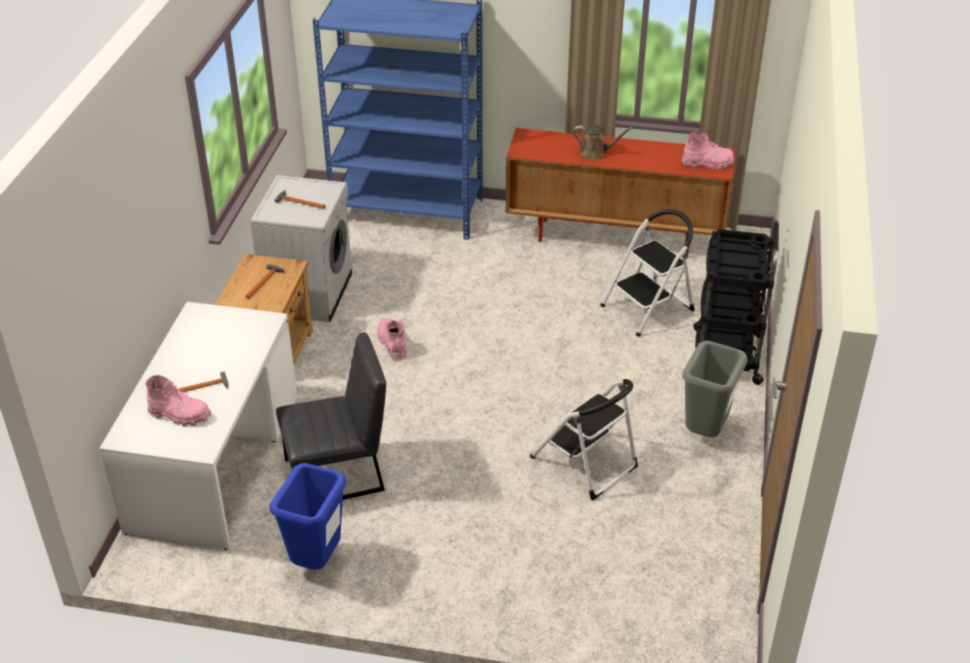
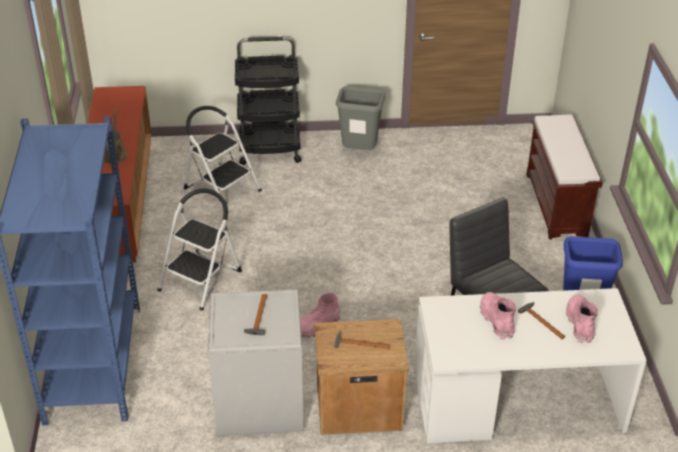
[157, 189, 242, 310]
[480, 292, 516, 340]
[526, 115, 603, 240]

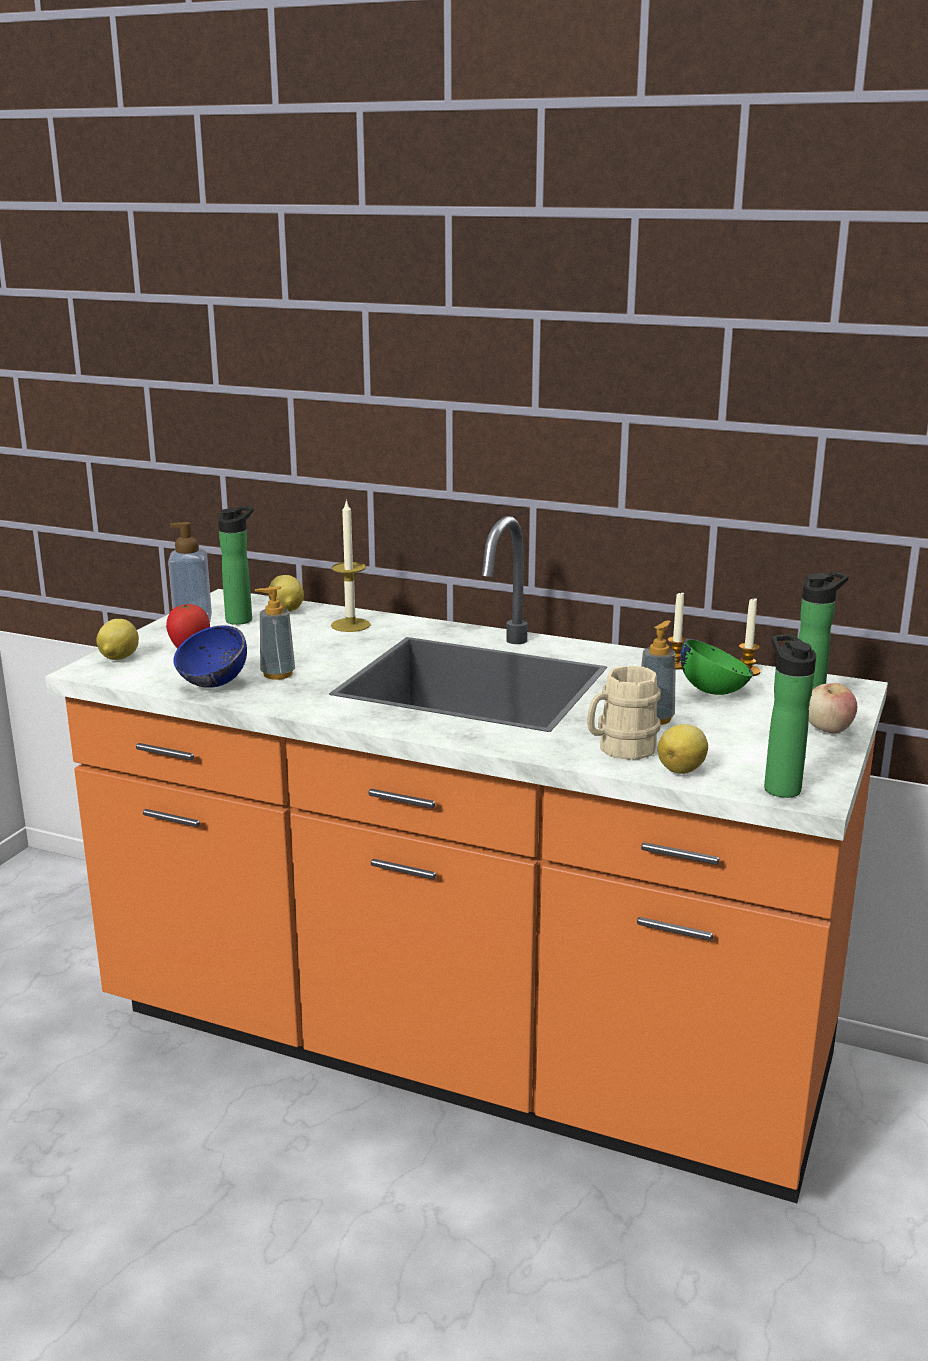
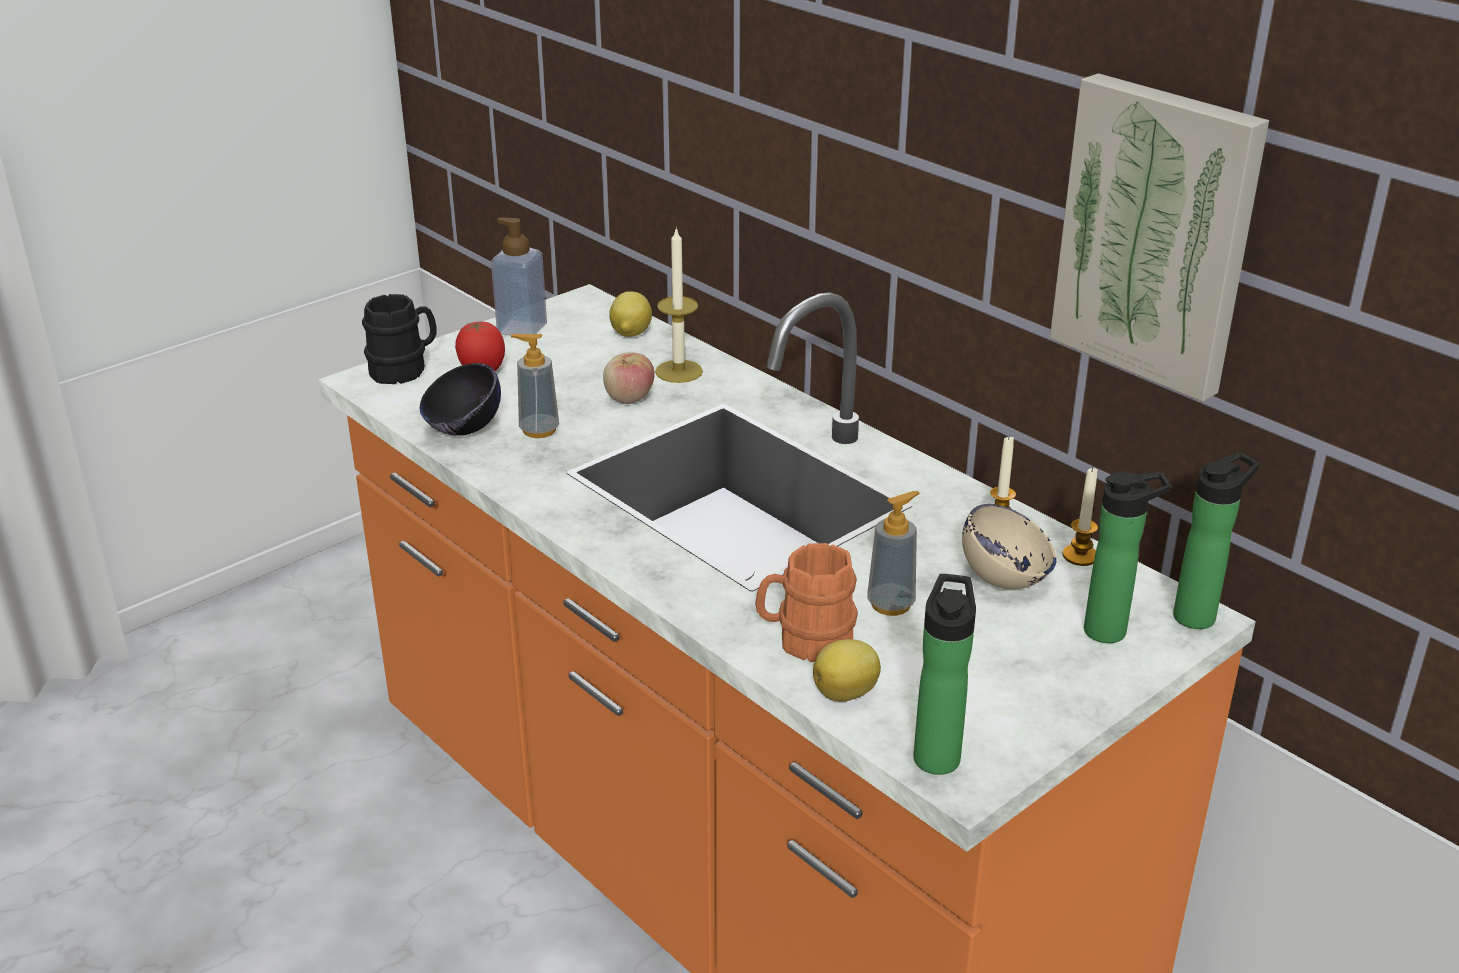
[362, 294, 437, 384]
[420, 363, 501, 435]
[1173, 452, 1260, 629]
[755, 543, 858, 662]
[962, 504, 1057, 589]
[603, 352, 655, 404]
[1050, 73, 1269, 402]

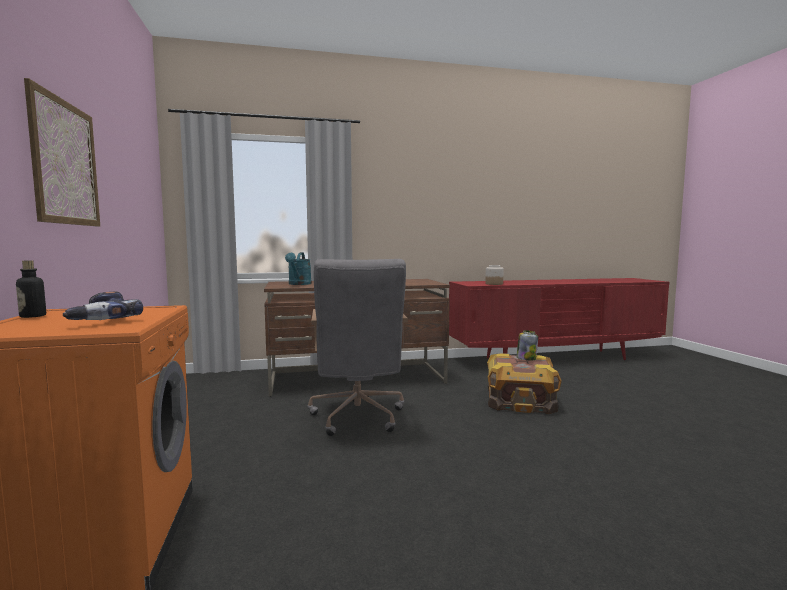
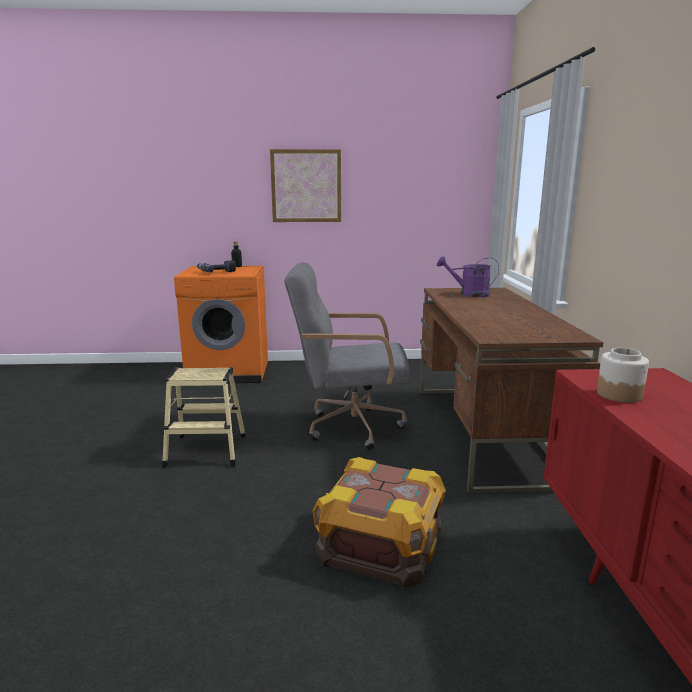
[437, 256, 499, 297]
[516, 330, 538, 361] (first image)
[162, 367, 246, 468]

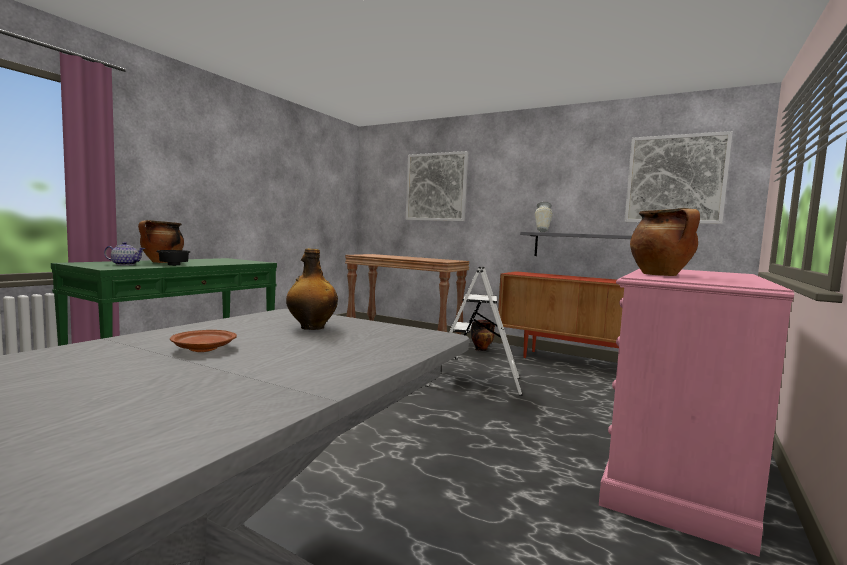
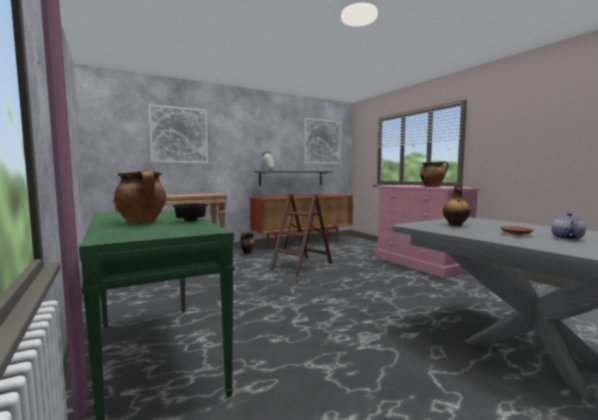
[551, 213, 586, 240]
[270, 194, 332, 276]

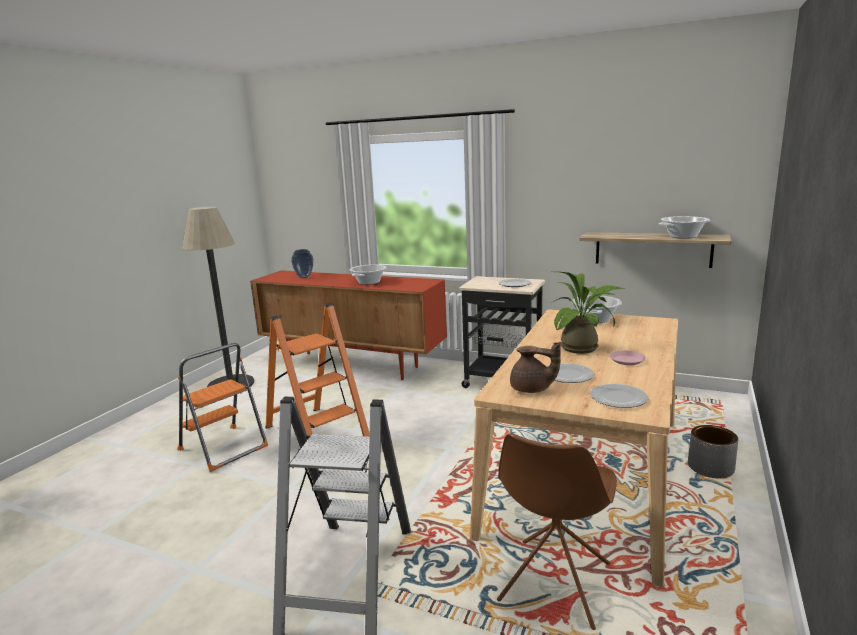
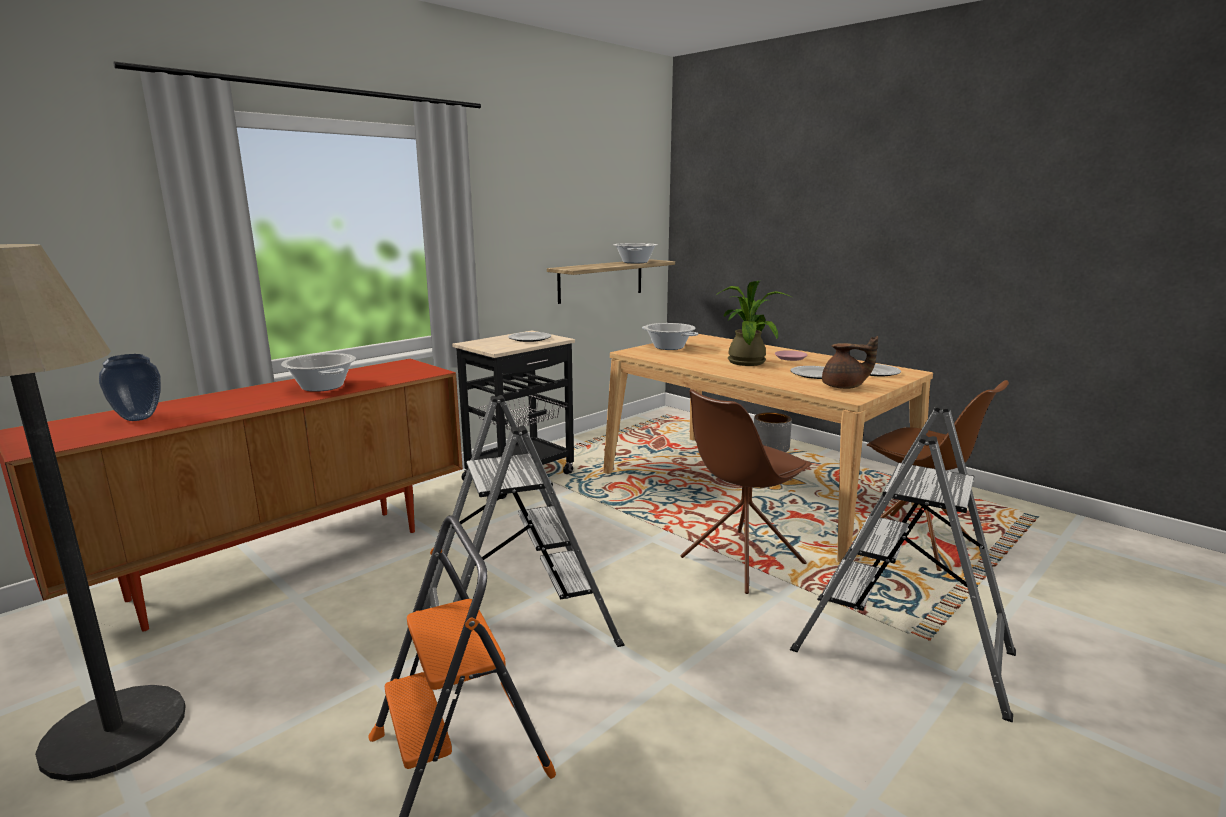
[422, 395, 625, 647]
[822, 336, 878, 389]
[680, 389, 812, 594]

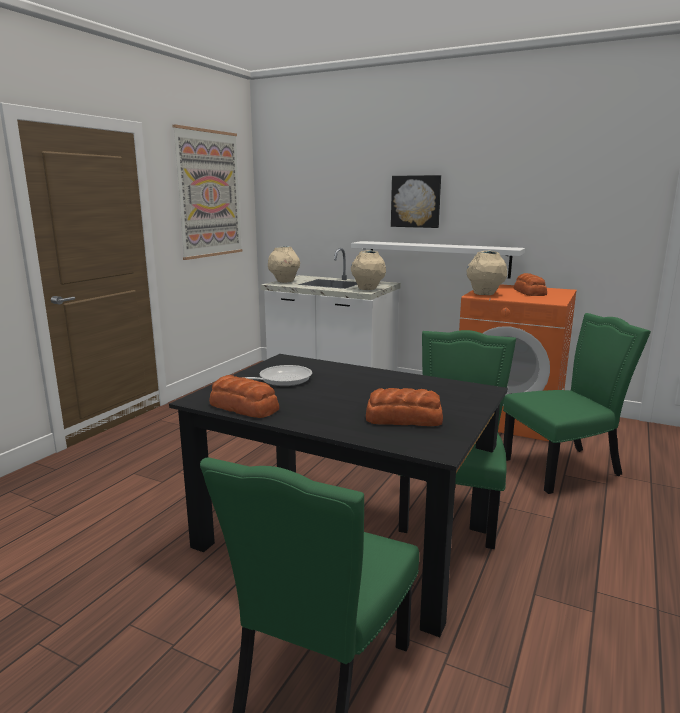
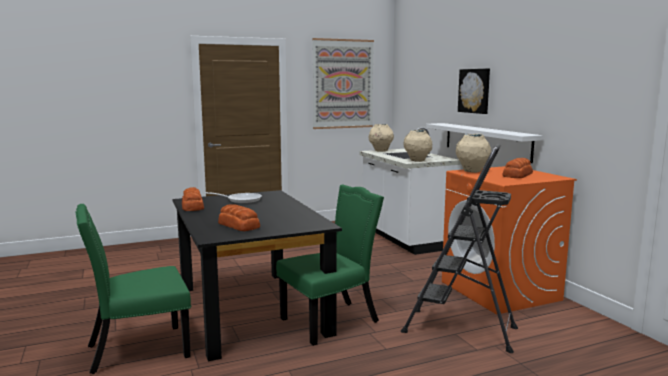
[400, 144, 518, 353]

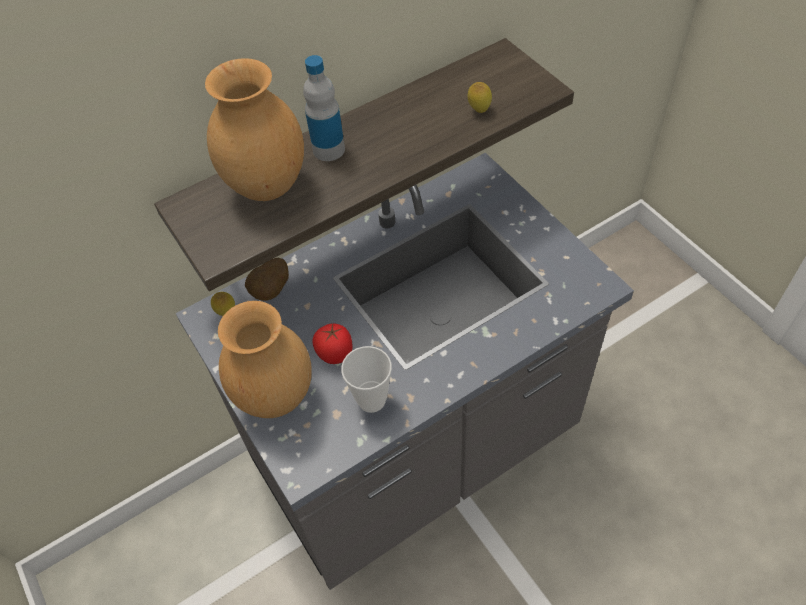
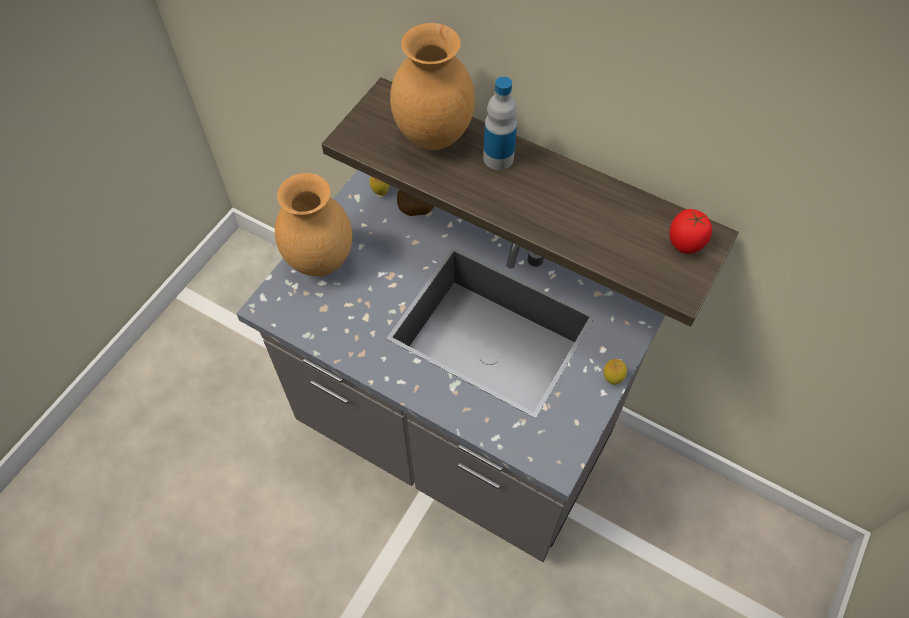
[669, 209, 712, 254]
[341, 346, 392, 413] (first image)
[603, 359, 627, 385]

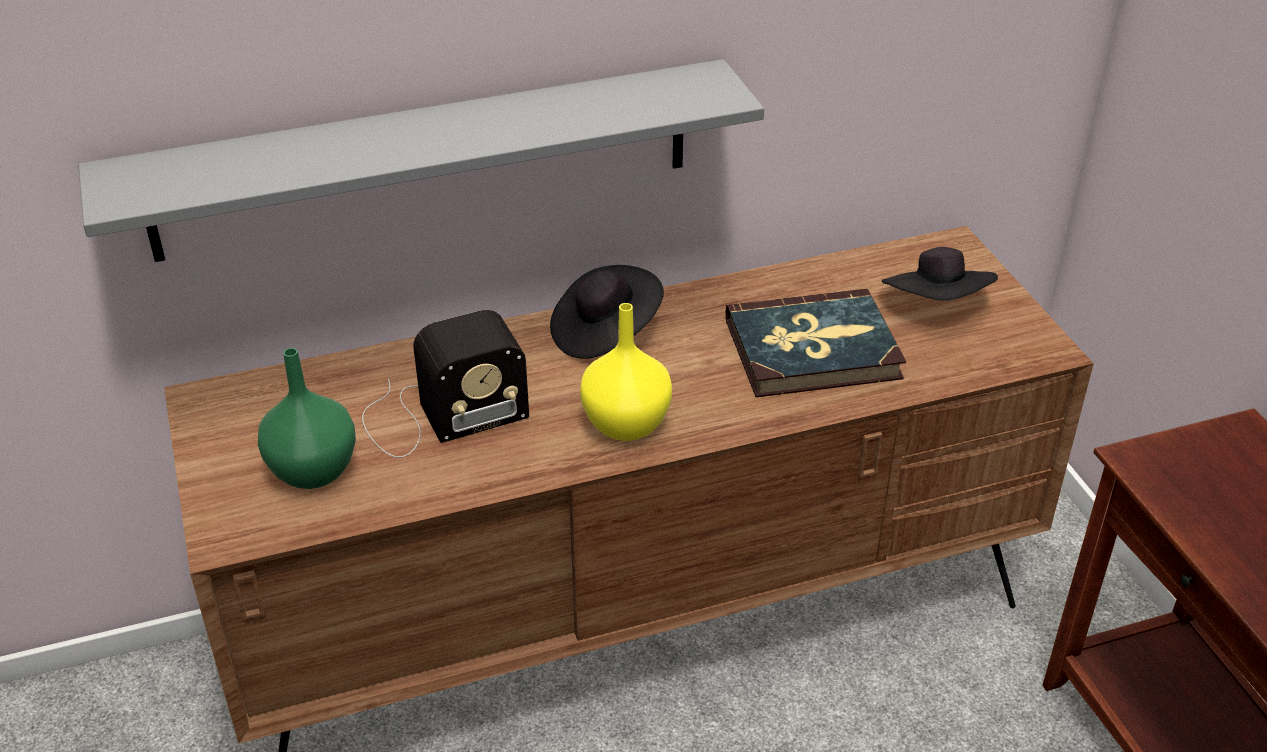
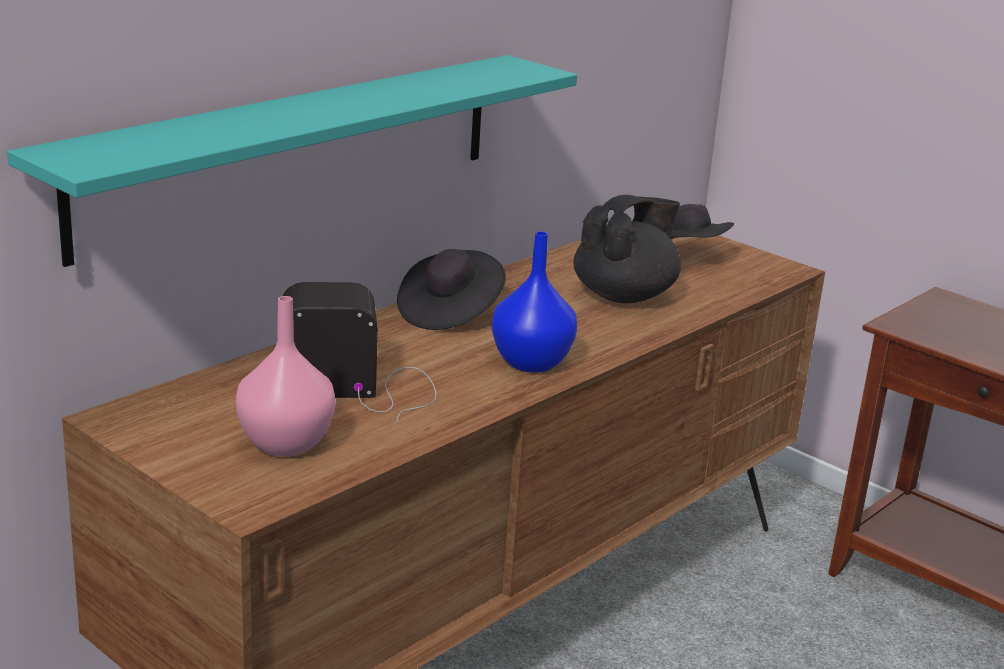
[7, 55, 577, 267]
[236, 296, 335, 457]
[283, 282, 437, 423]
[492, 232, 577, 373]
[573, 195, 681, 303]

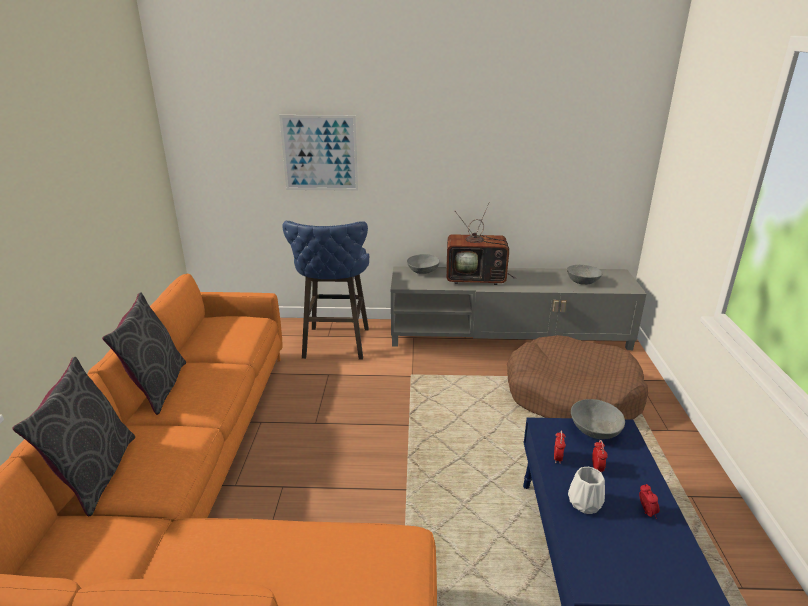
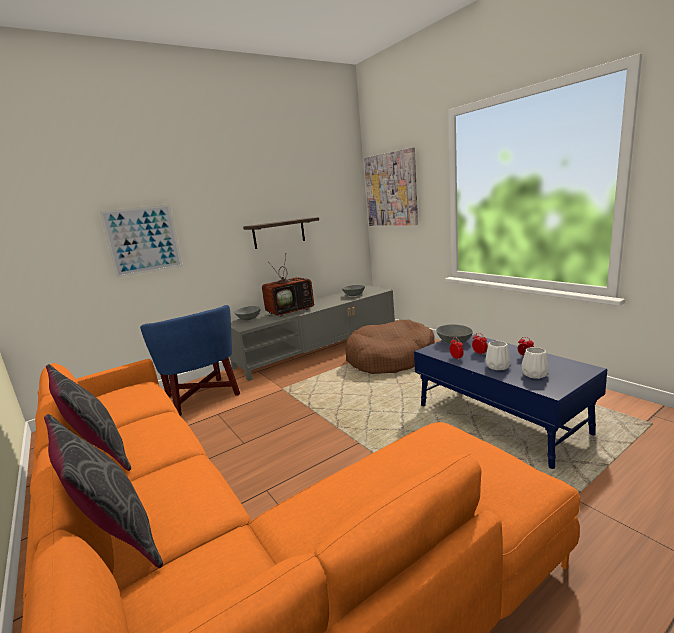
[140, 305, 240, 416]
[243, 217, 319, 249]
[364, 147, 418, 226]
[522, 347, 549, 379]

